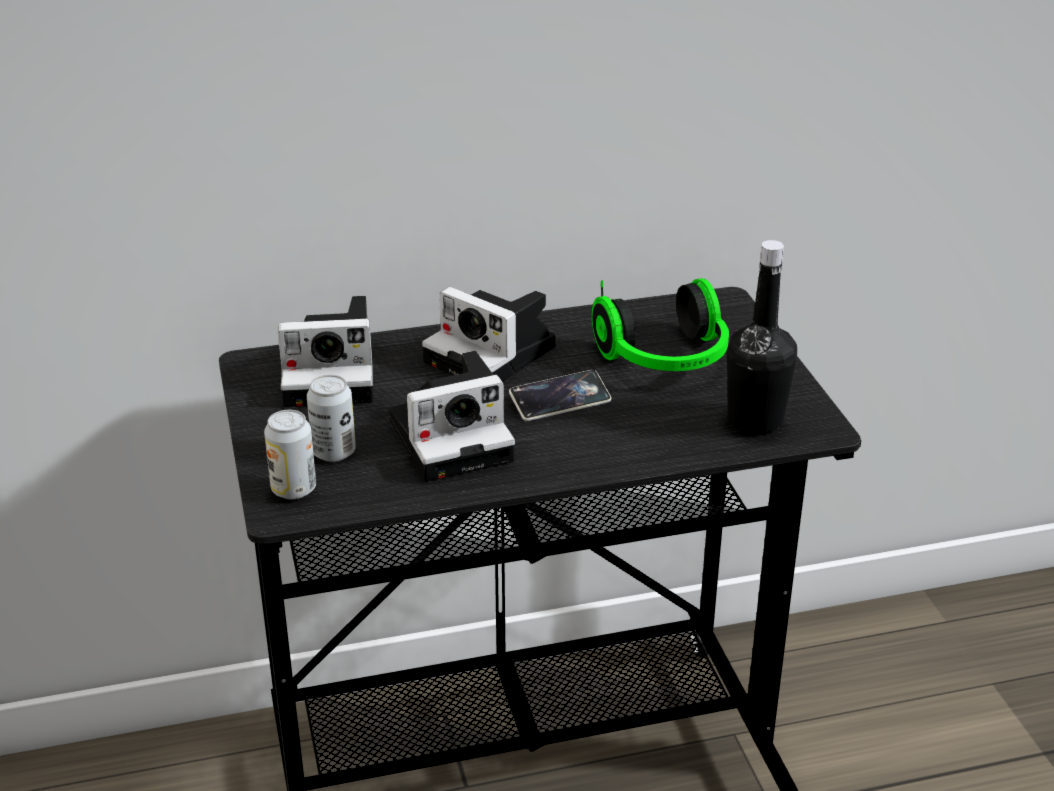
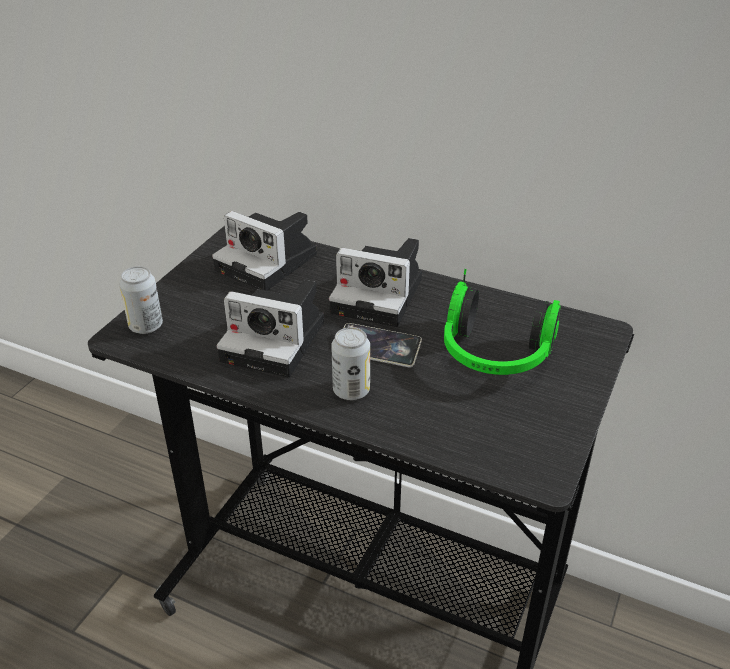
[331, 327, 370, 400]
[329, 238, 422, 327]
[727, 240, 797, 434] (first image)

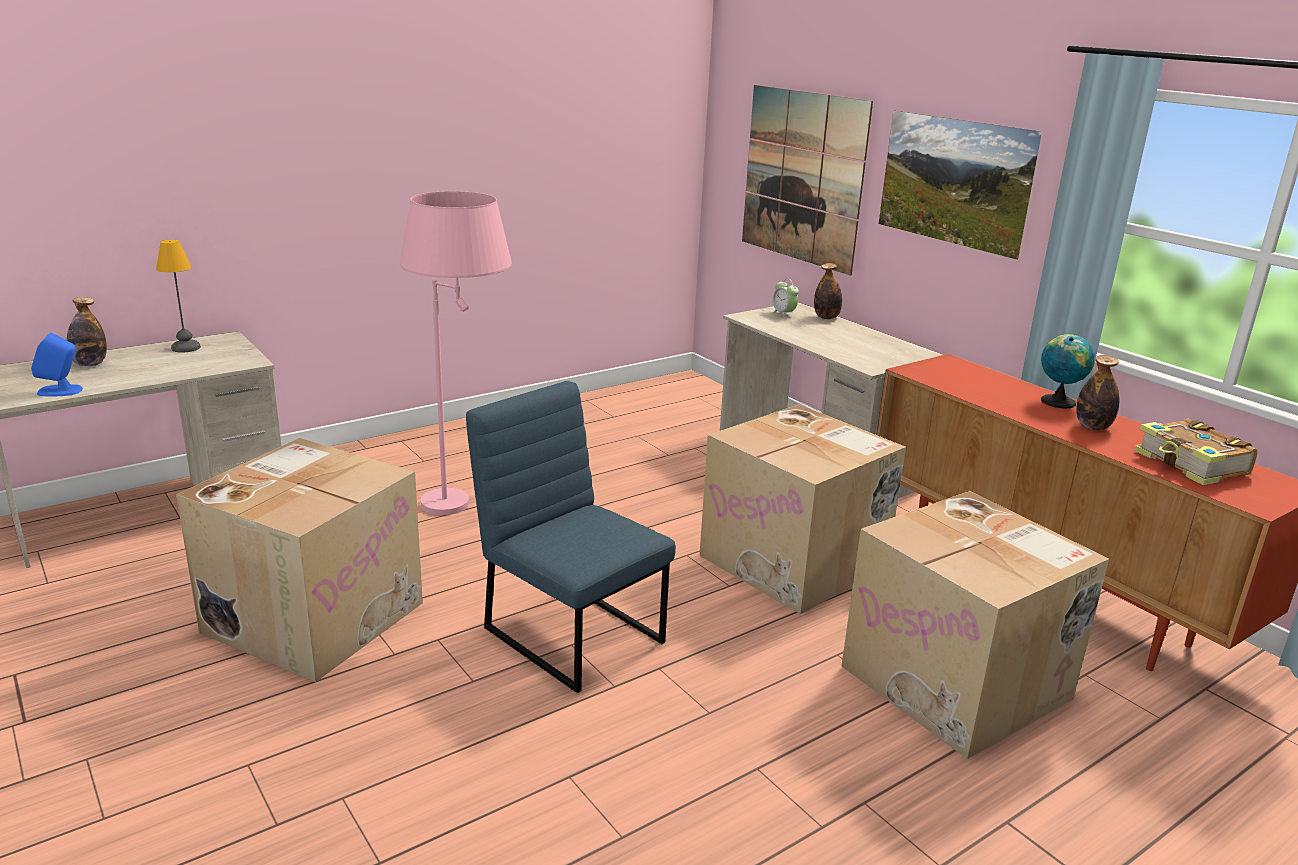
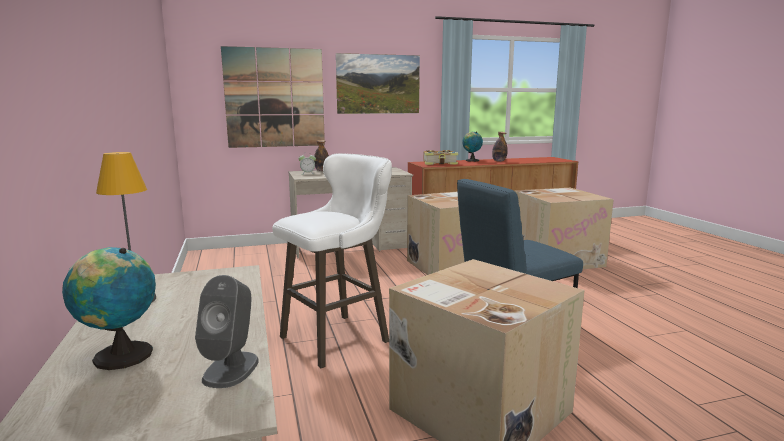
[195, 275, 259, 388]
[62, 247, 156, 370]
[272, 153, 392, 368]
[423, 150, 458, 165]

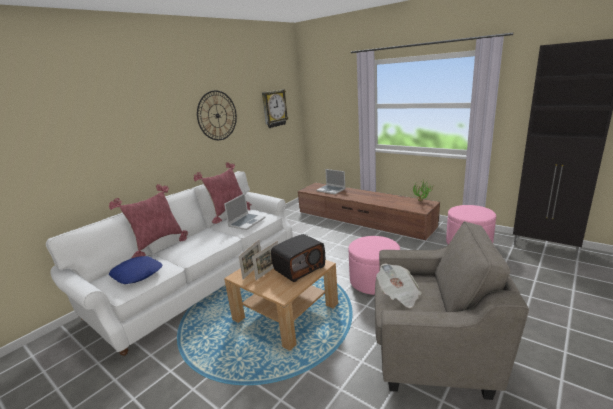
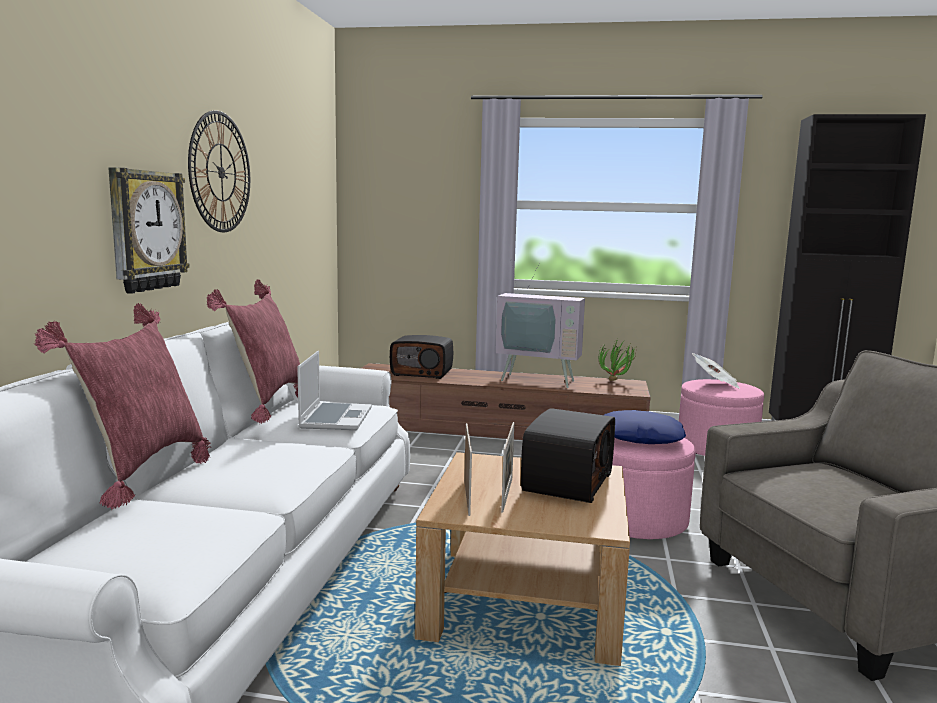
[604, 410, 686, 444]
[108, 167, 190, 294]
[390, 335, 453, 379]
[692, 353, 740, 389]
[496, 262, 585, 388]

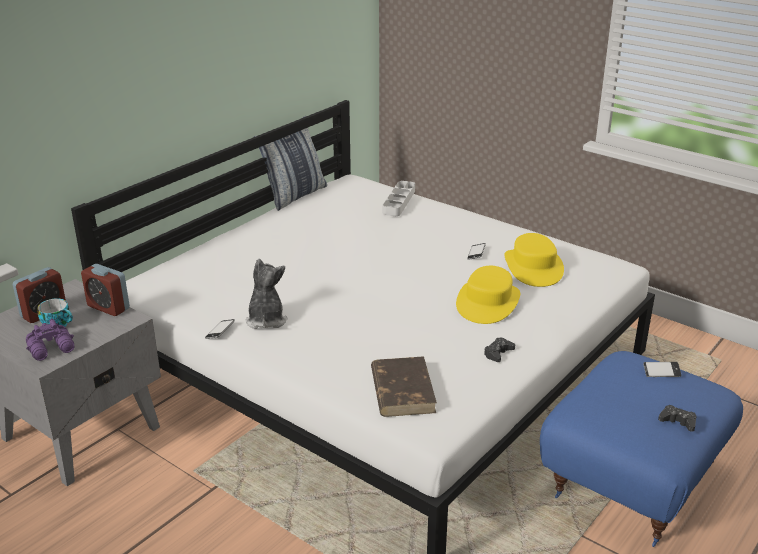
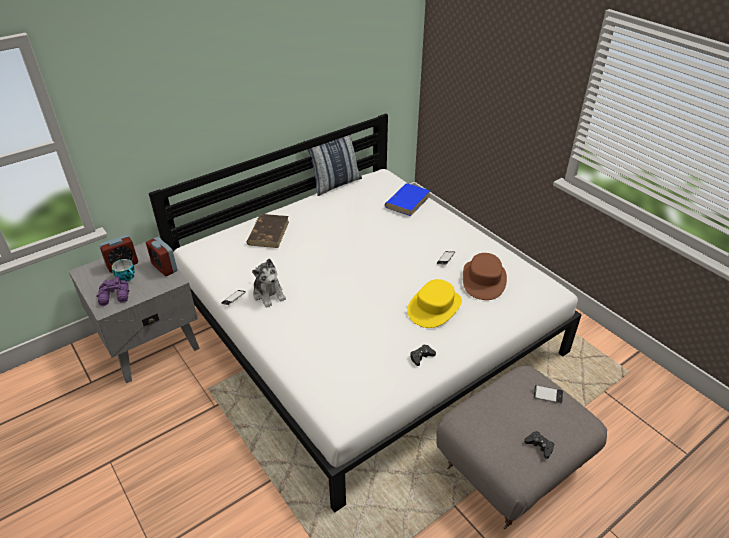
[252, 259, 286, 308]
[247, 214, 289, 248]
[385, 183, 430, 216]
[463, 253, 507, 300]
[436, 366, 607, 529]

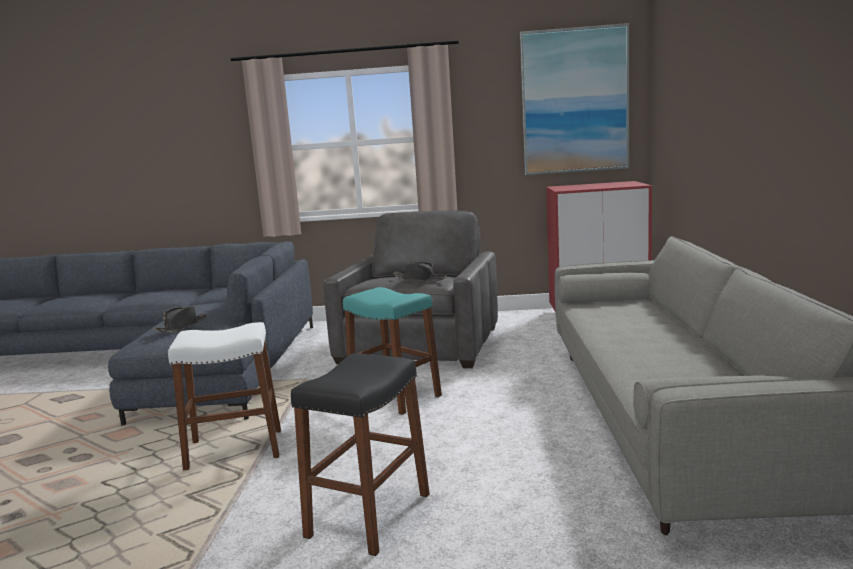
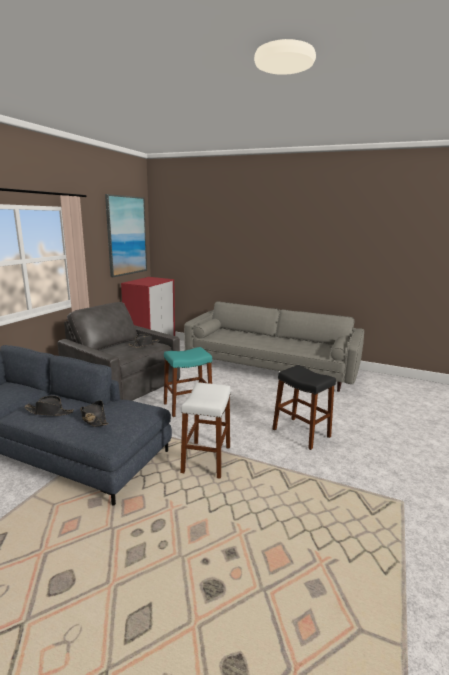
[24, 396, 74, 416]

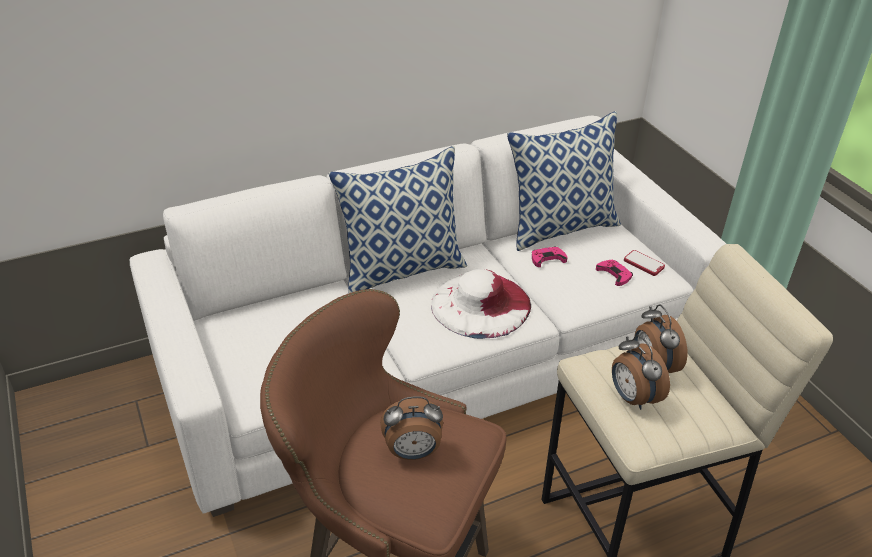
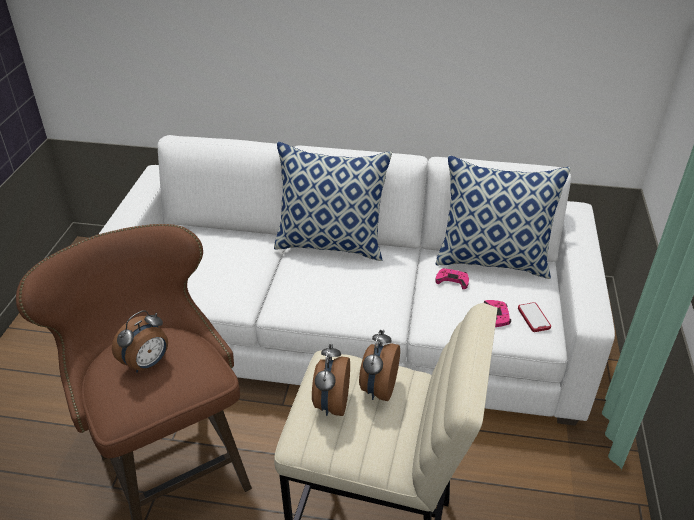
[112, 310, 168, 373]
[431, 269, 531, 339] (first image)

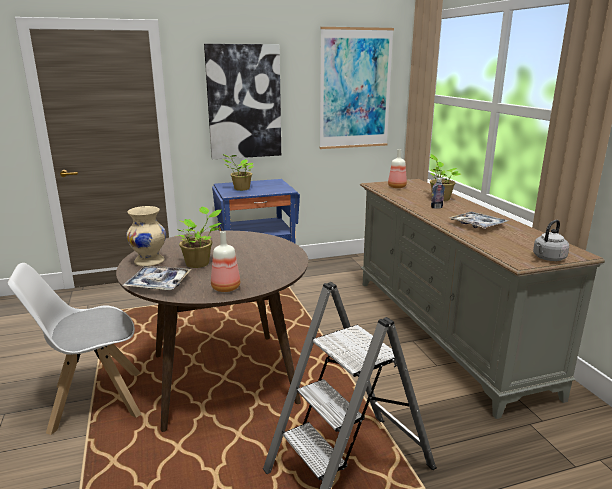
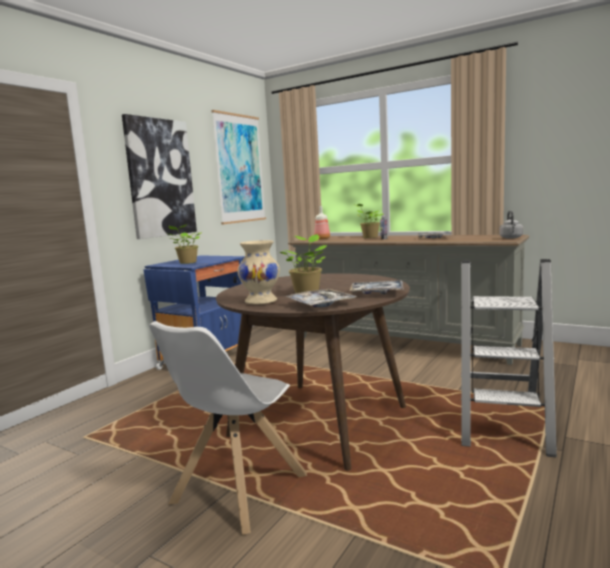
[349, 280, 404, 294]

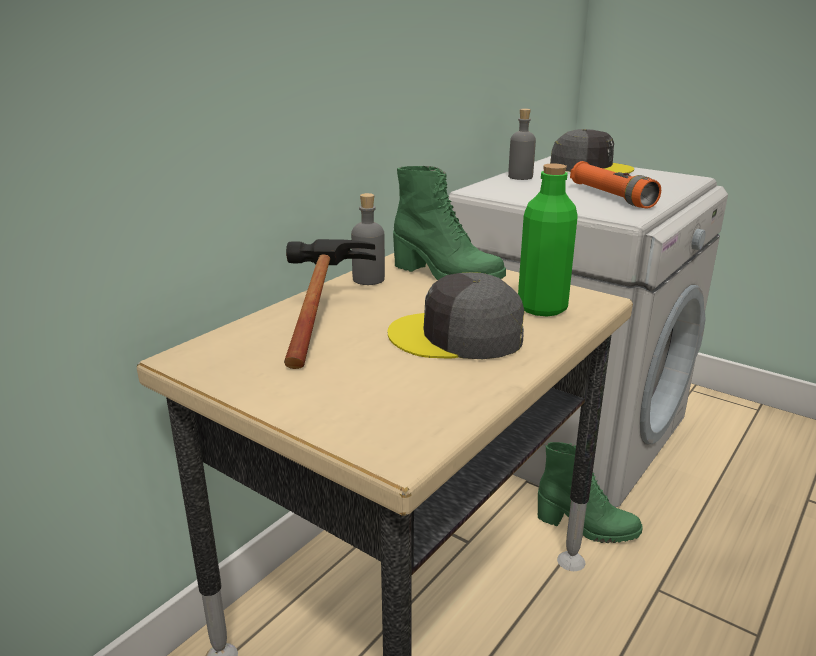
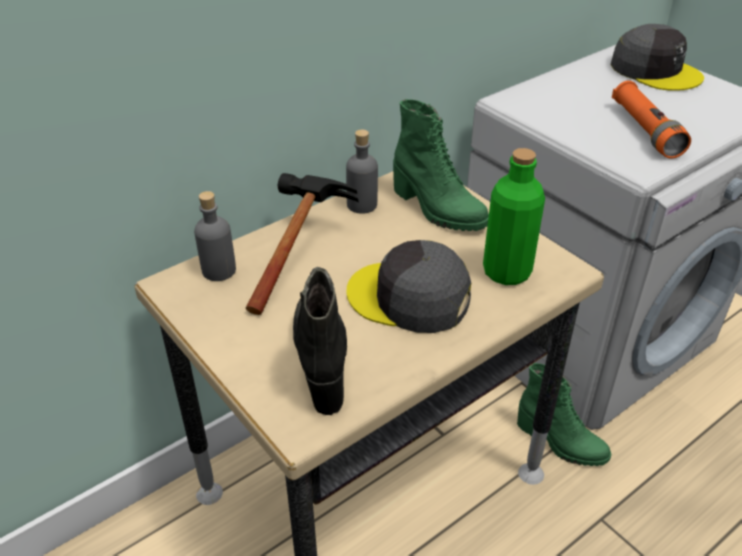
[194, 191, 236, 281]
[293, 267, 347, 415]

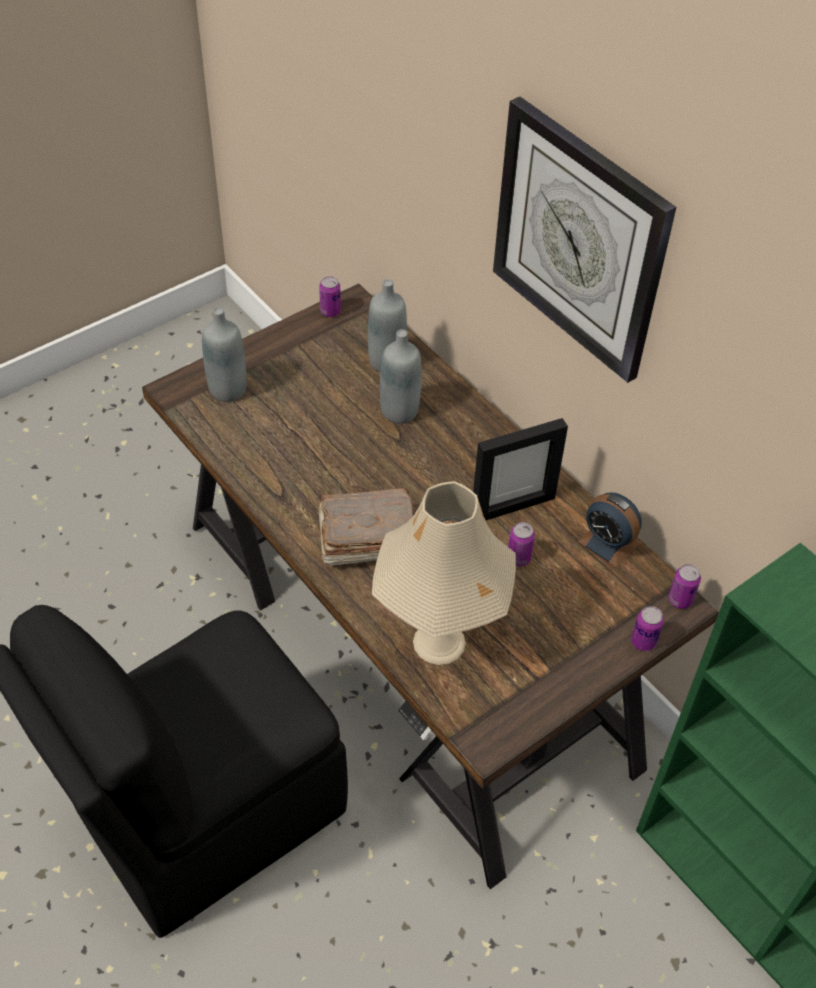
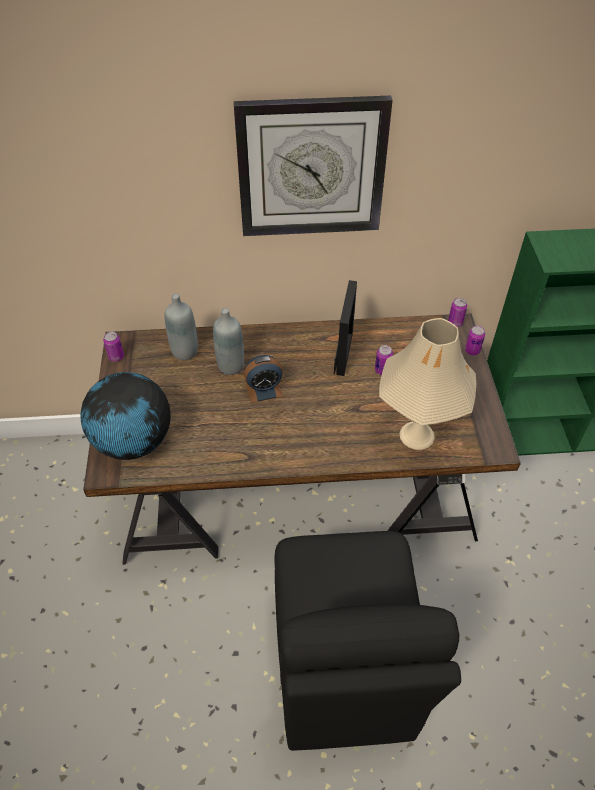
[81, 372, 171, 460]
[318, 488, 413, 565] (first image)
[244, 355, 283, 403]

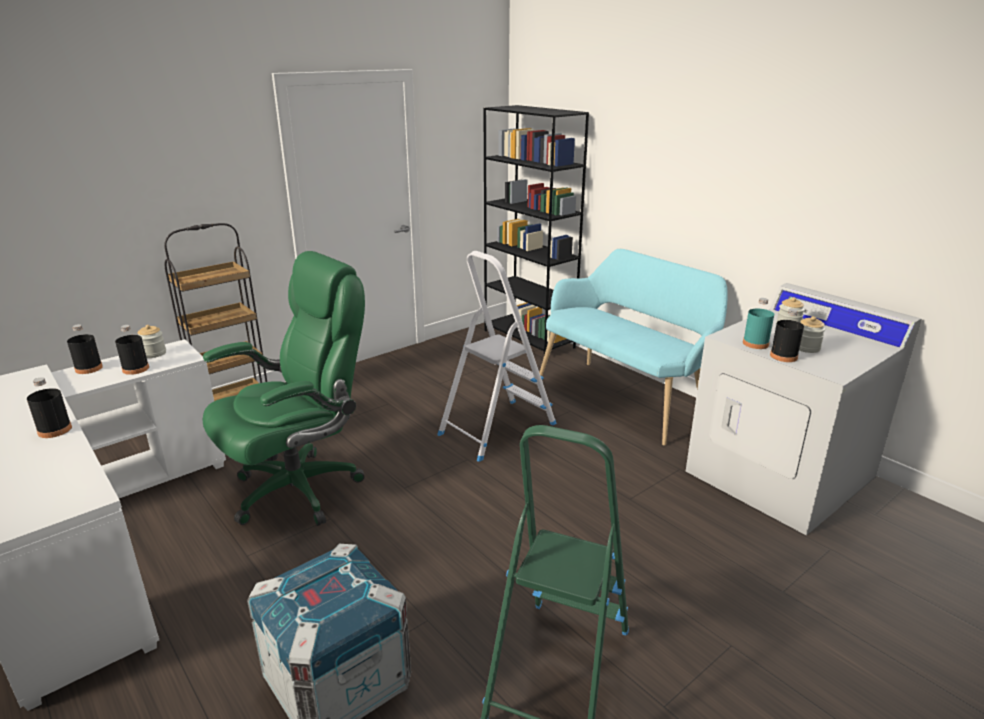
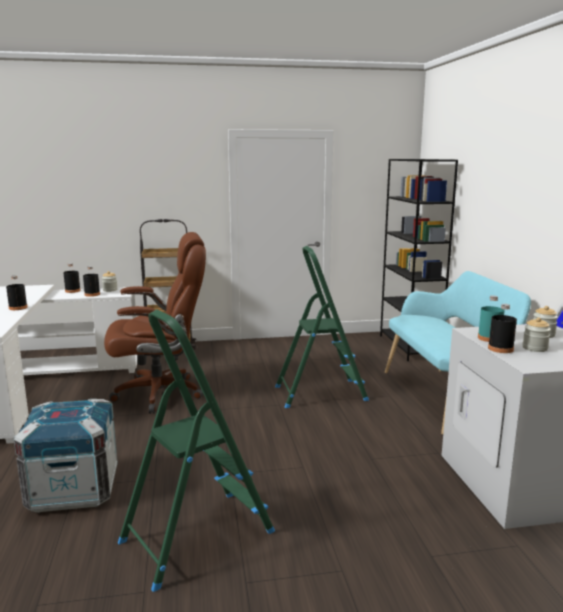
[104, 232, 206, 414]
[275, 246, 369, 408]

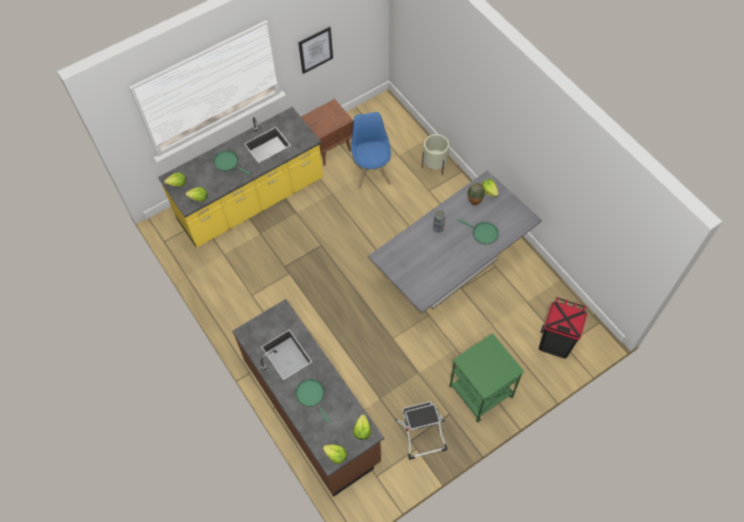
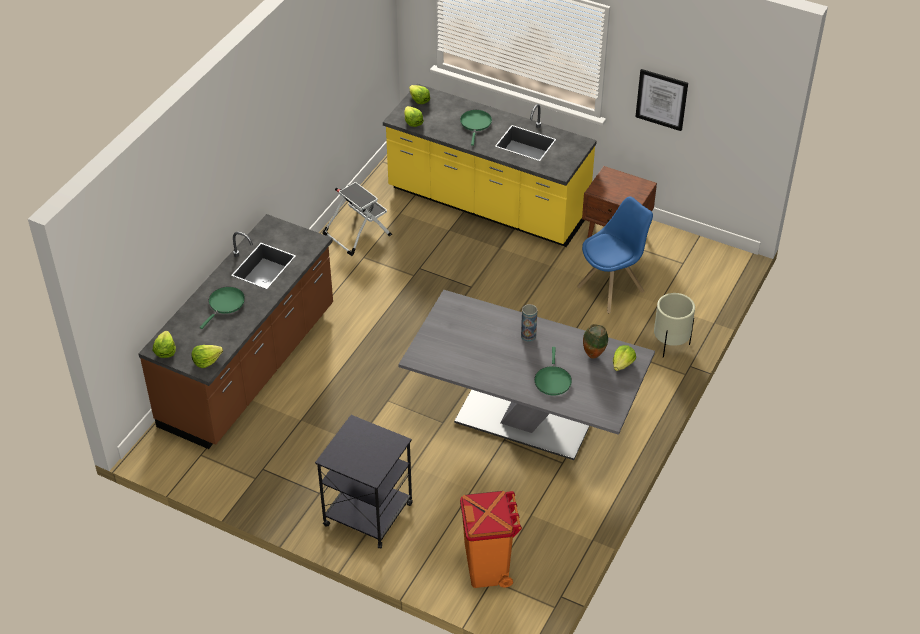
[322, 182, 392, 256]
[315, 415, 413, 548]
[460, 491, 522, 588]

